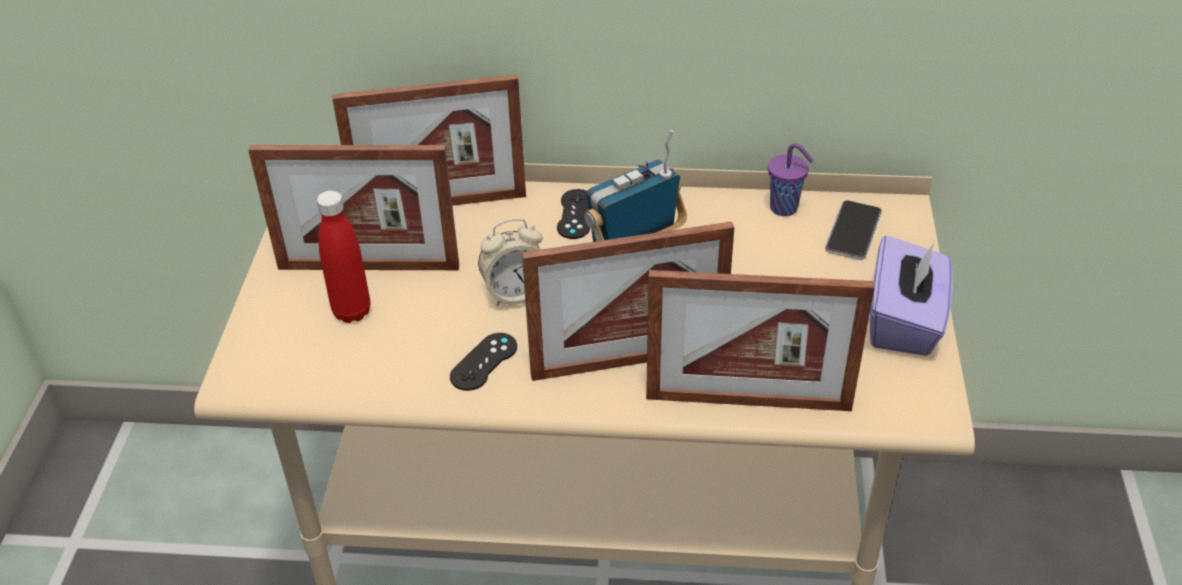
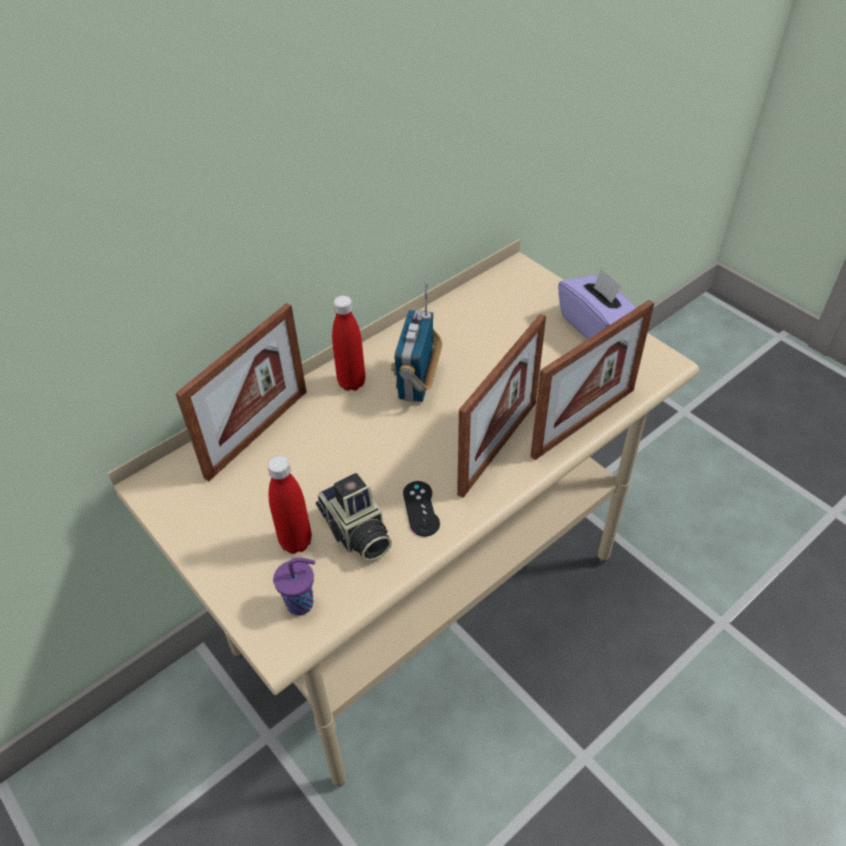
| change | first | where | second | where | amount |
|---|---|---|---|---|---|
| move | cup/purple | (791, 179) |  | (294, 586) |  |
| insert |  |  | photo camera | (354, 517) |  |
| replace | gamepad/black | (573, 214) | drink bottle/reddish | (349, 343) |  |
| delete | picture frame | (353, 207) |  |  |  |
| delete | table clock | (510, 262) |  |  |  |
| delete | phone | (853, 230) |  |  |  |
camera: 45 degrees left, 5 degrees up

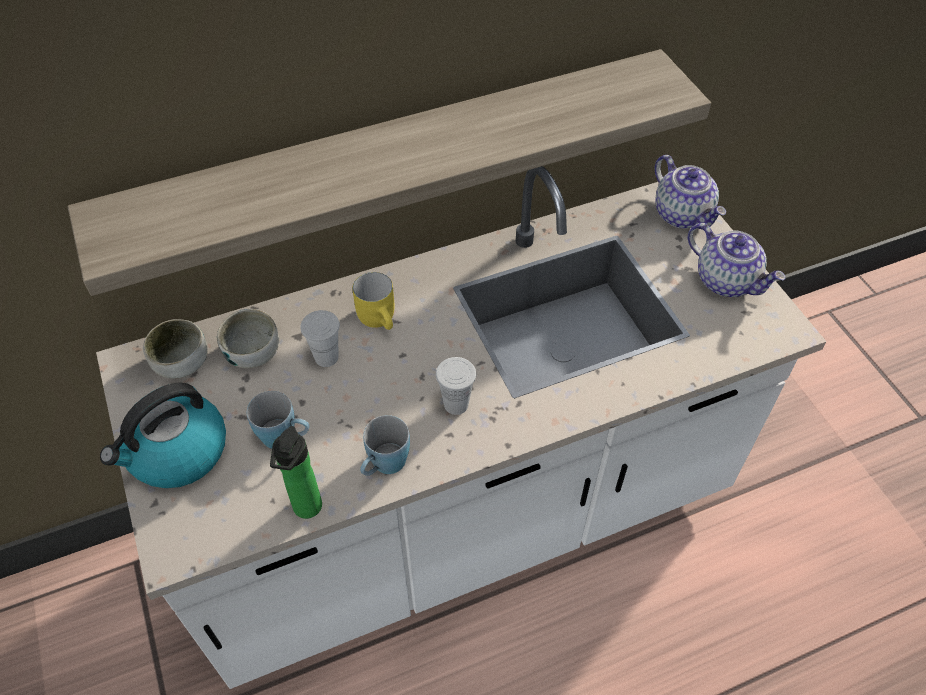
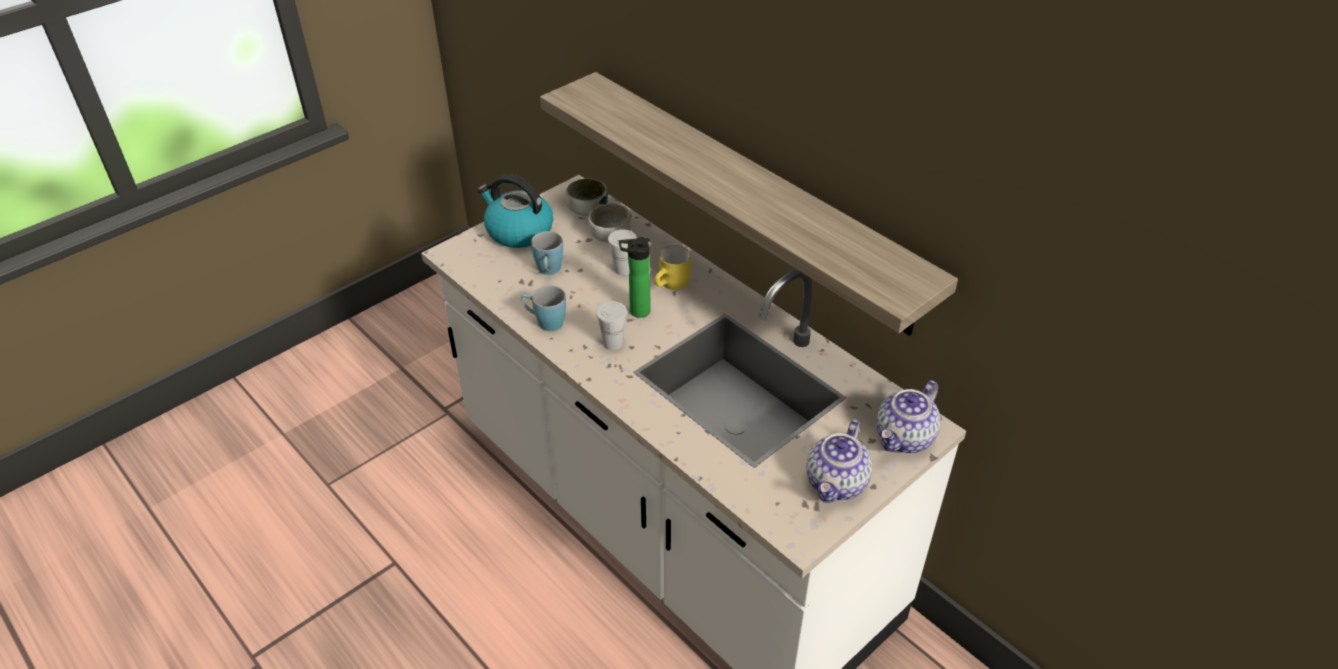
| change | first | where | second | where | amount |
|---|---|---|---|---|---|
| move | drink bottle | (296, 472) |  | (635, 277) |  |
camera: 70 degrees right, 10 degrees down

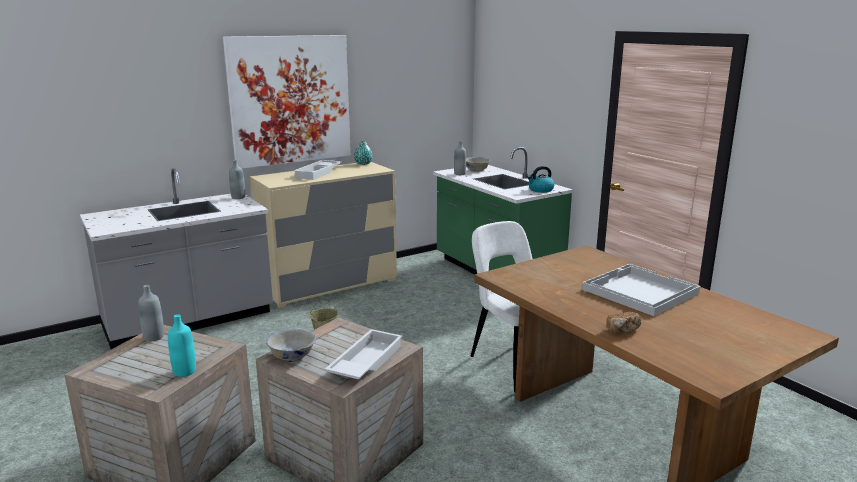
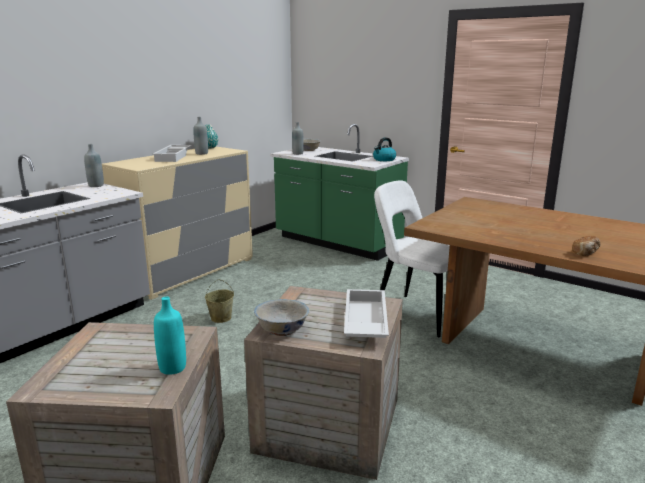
| change | first | where | second | where | amount |
|---|---|---|---|---|---|
| move | drink bottle/grey | (151, 313) |  | (200, 136) |  |
| delete | picture | (287, 102) |  |  |  |
| delete | tray/whitish | (641, 290) |  |  |  |
camera: 20 degrees left, 0 degrees up

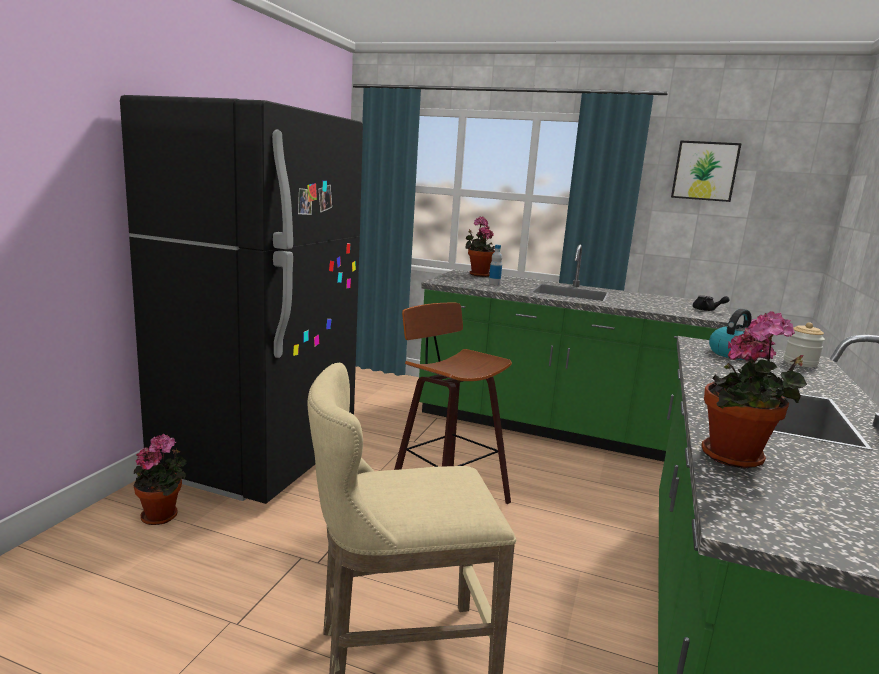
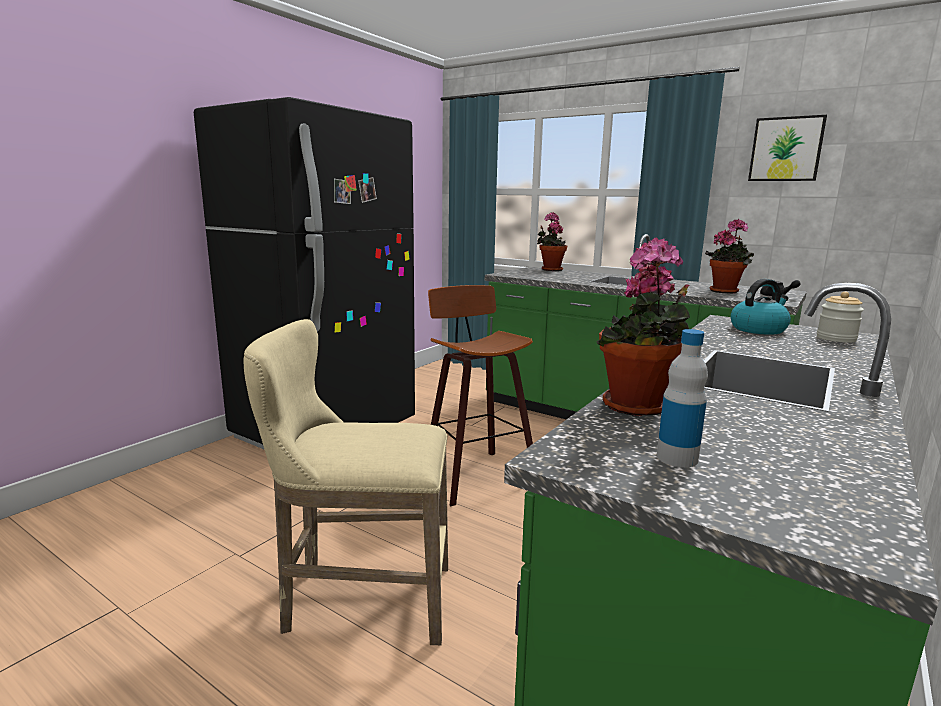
| change | first | where | second | where | amount |
|---|---|---|---|---|---|
| move | drink bottle | (495, 265) |  | (682, 398) |  |
| move | houseplant | (160, 479) |  | (729, 256) |  |
camera: 15 degrees right, 0 degrees up

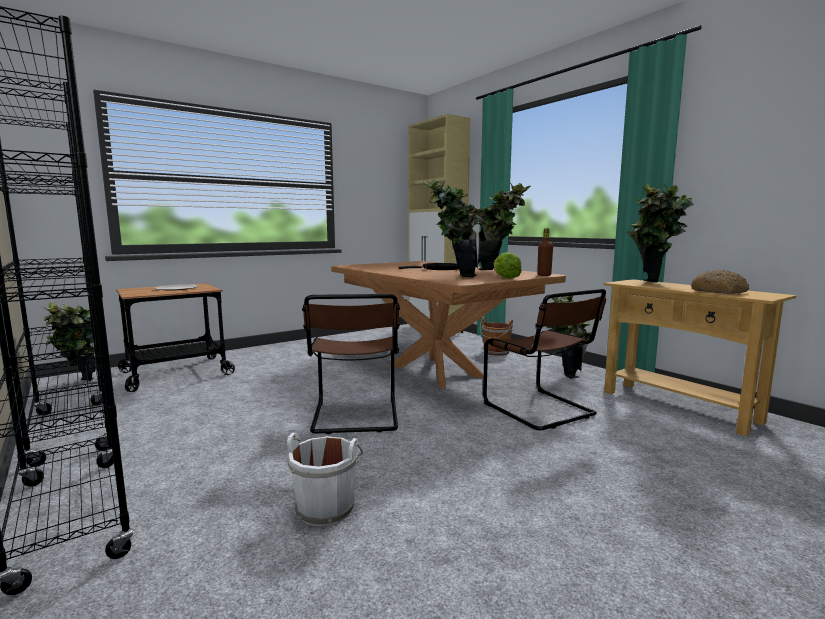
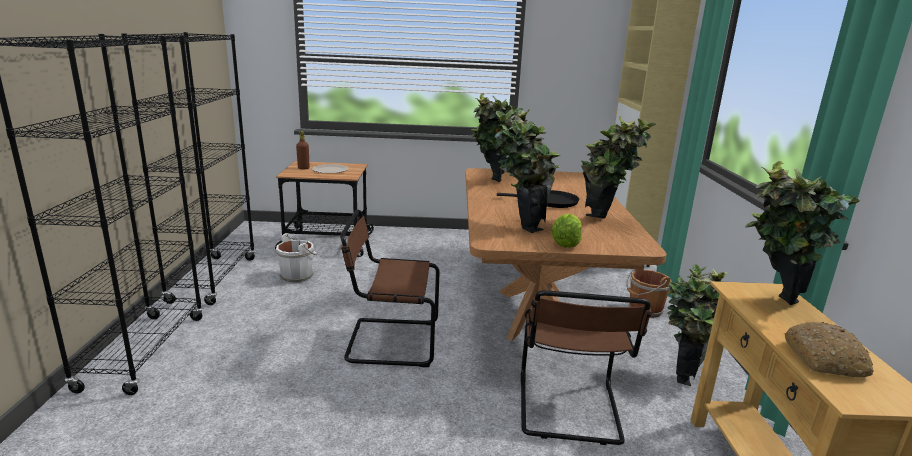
| change | first | where | second | where | amount |
|---|---|---|---|---|---|
| move | water bucket/whitish | (325, 480) |  | (296, 258) |  |
| move | drink bottle/brown | (545, 252) |  | (303, 150) |  |
| rotate | chair/brown | (351, 364) |  | (390, 288) | 60 degrees clockwise |
| move | houseplant | (68, 341) |  | (497, 137) |  |
camera: 35 degrees right, 10 degrees up

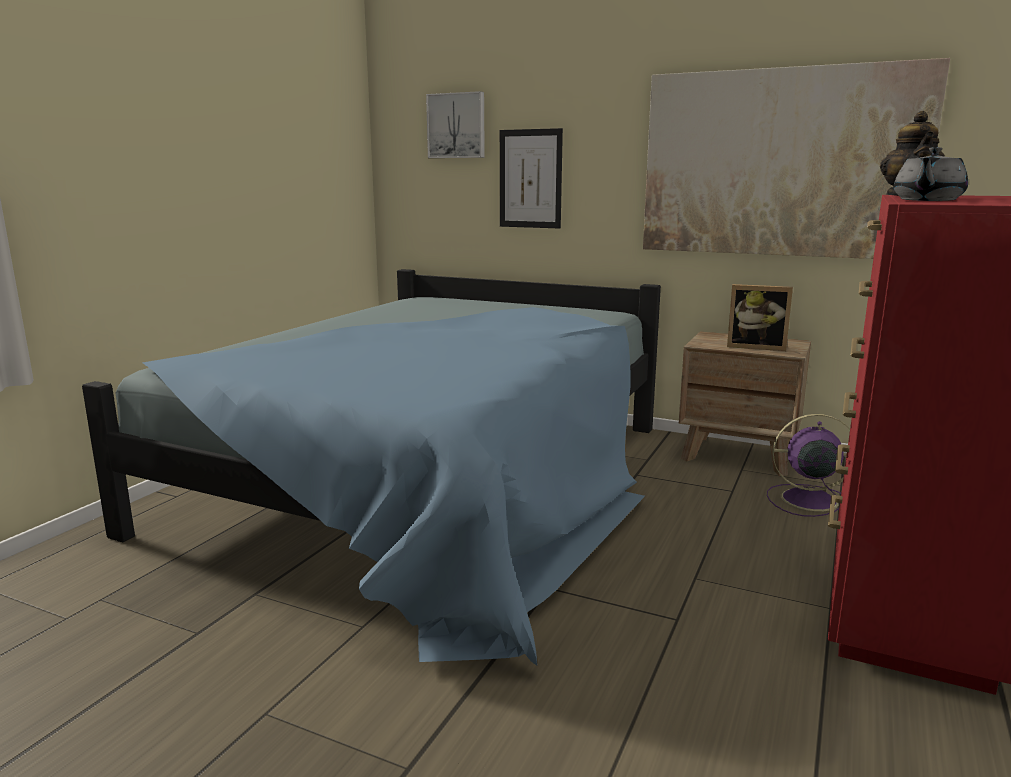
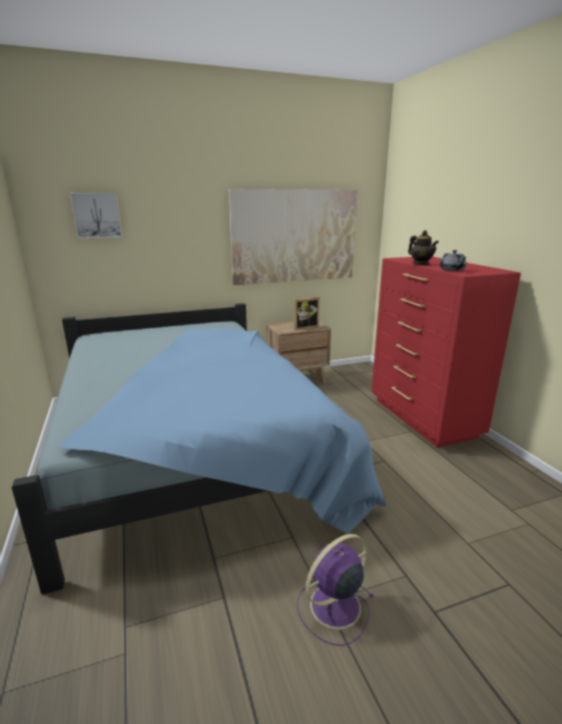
| change | first | where | second | where | amount |
|---|---|---|---|---|---|
| move | fan/purple | (808, 465) |  | (335, 590) |  |
| delete | picture | (531, 178) |  |  |  |
camera: 45 degrees left, 5 degrees up

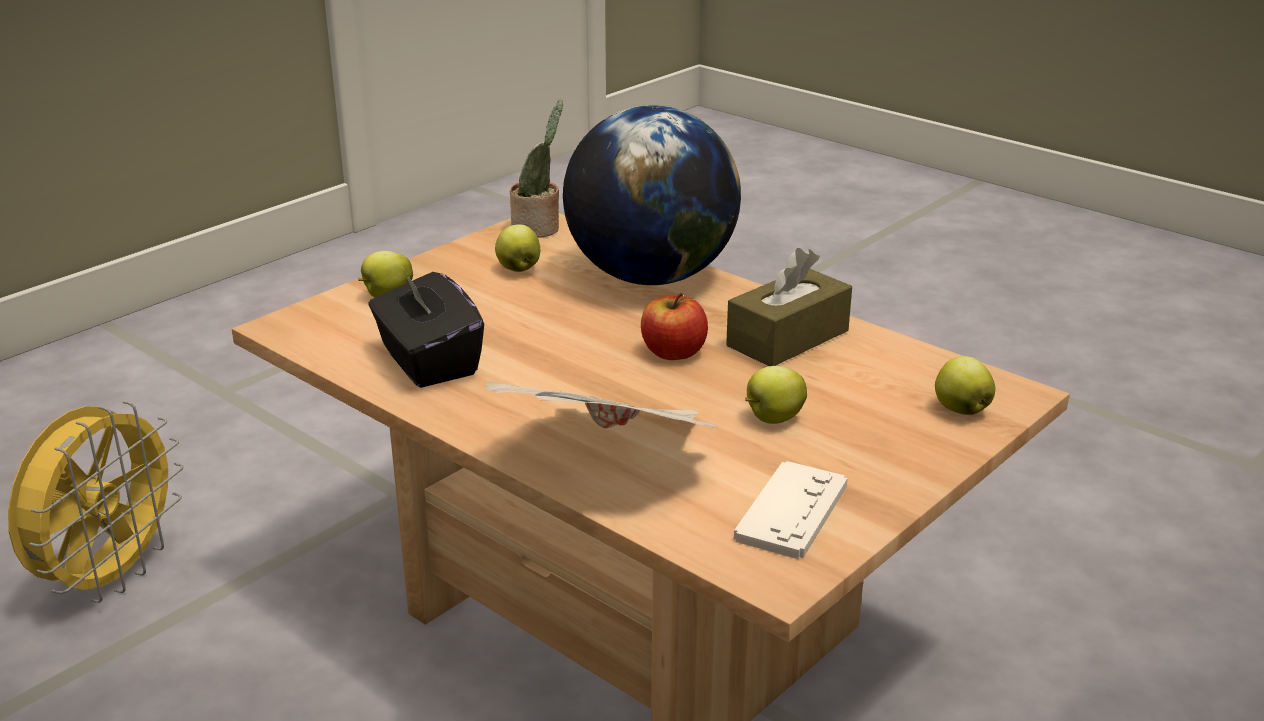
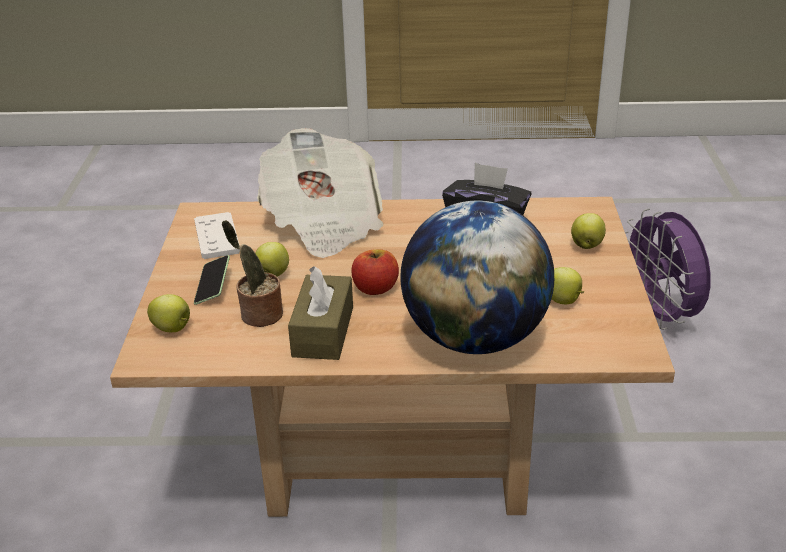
| change | first | where | second | where | amount |
|---|---|---|---|---|---|
| insert |  |  | phone | (212, 280) |  |
| move | houseplant | (536, 169) |  | (252, 273) |  |
| recolor | fan/yellow | (96, 502) | fan/purple | (668, 269) |  |
camera: 140 degrees right, 5 degrees up

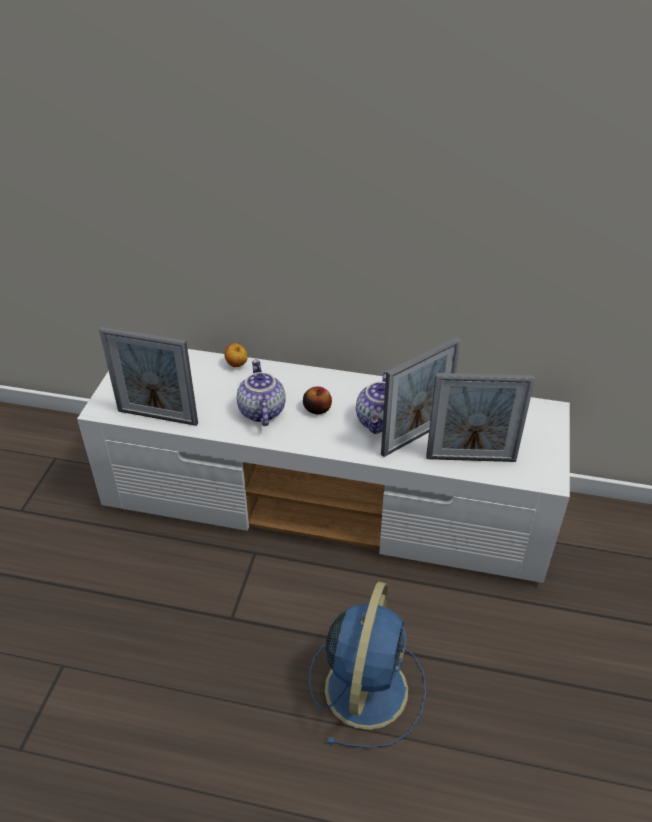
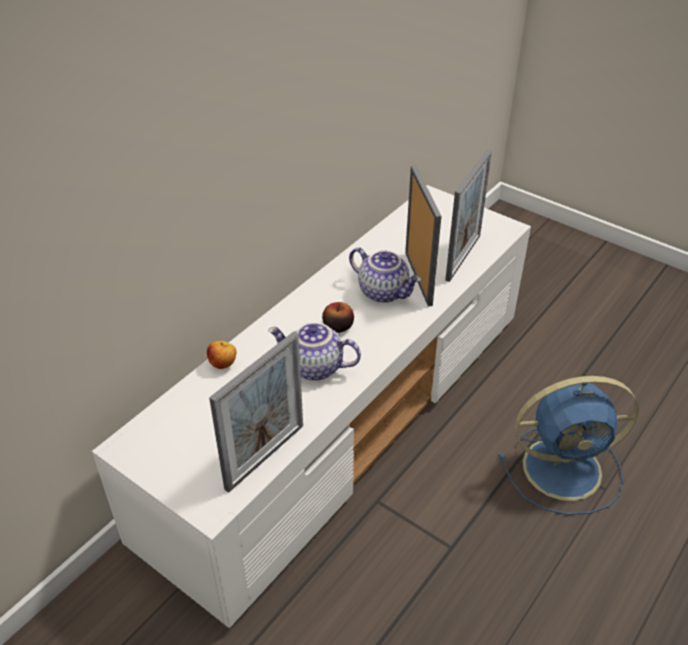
| change | first | where | second | where | amount |
|---|---|---|---|---|---|
| rotate | fan/bluish | (367, 665) |  | (568, 445) | 135 degrees clockwise |
camera: 65 degrees left, 0 degrees up

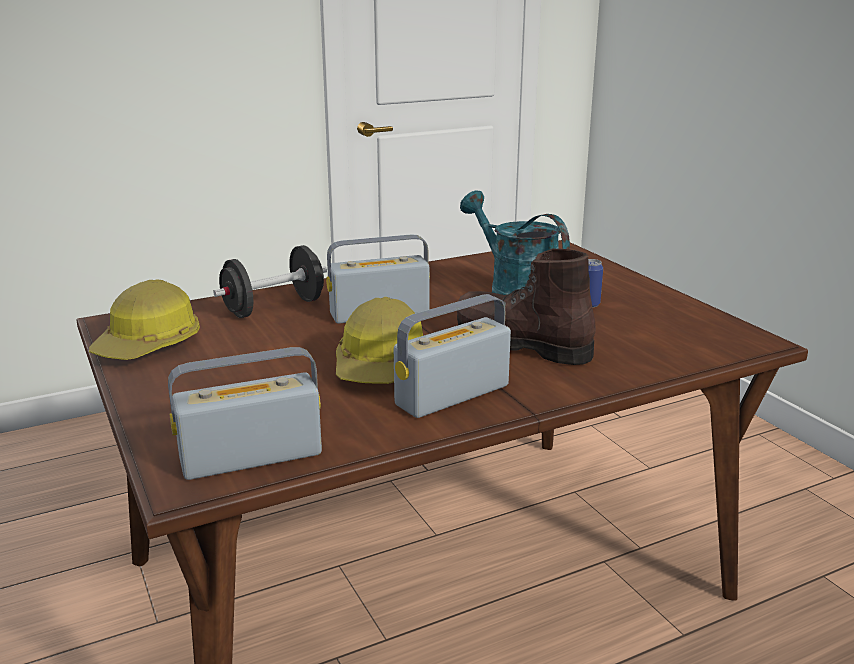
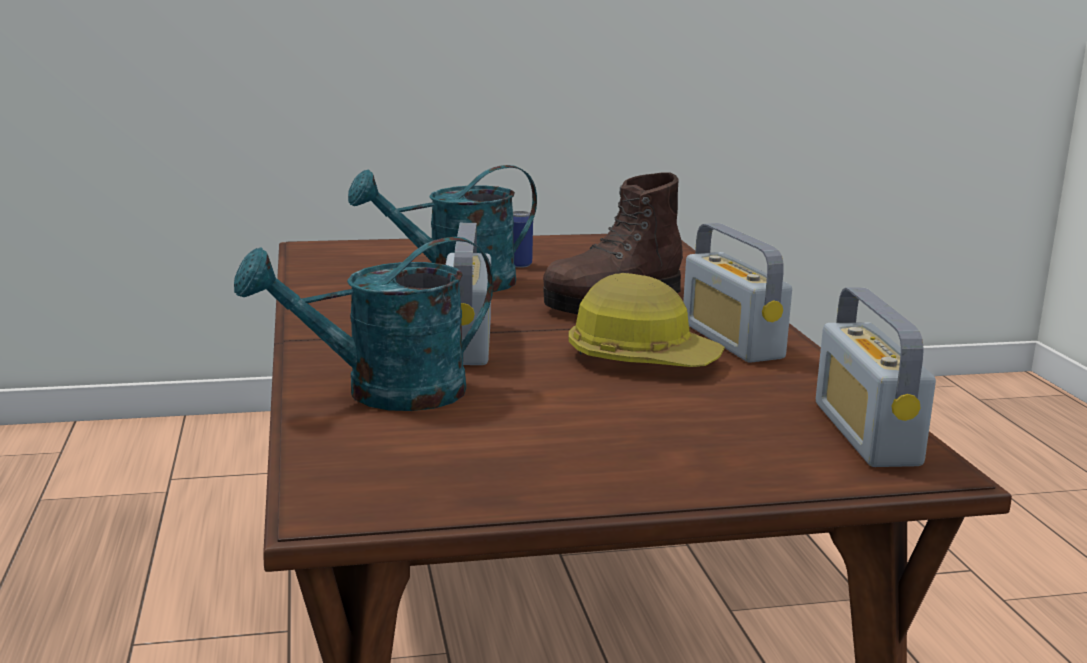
| change | first | where | second | where | amount |
|---|---|---|---|---|---|
| replace | free weight/black | (270, 281) | watering can/blue-green | (363, 324) |  |
| delete | safety helmet | (144, 319) |  |  |  |
camera: 75 degrees left, 5 degrees down

